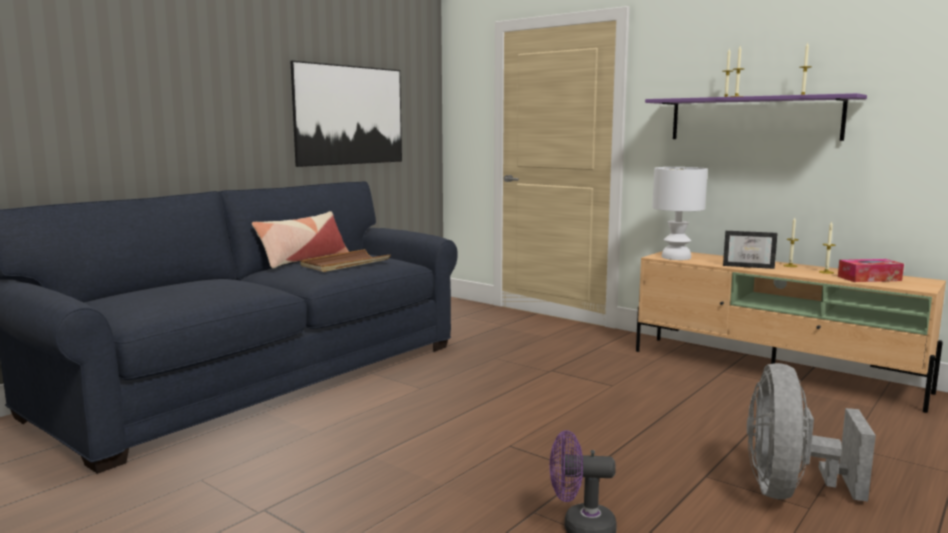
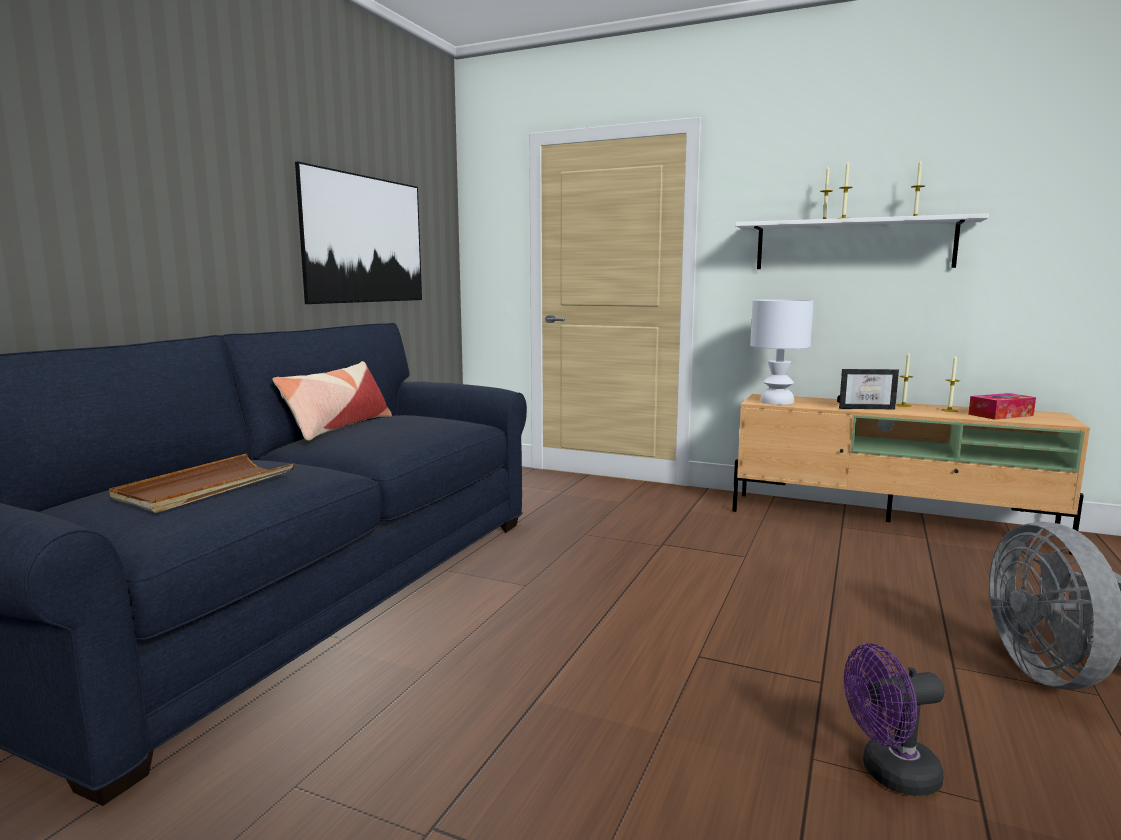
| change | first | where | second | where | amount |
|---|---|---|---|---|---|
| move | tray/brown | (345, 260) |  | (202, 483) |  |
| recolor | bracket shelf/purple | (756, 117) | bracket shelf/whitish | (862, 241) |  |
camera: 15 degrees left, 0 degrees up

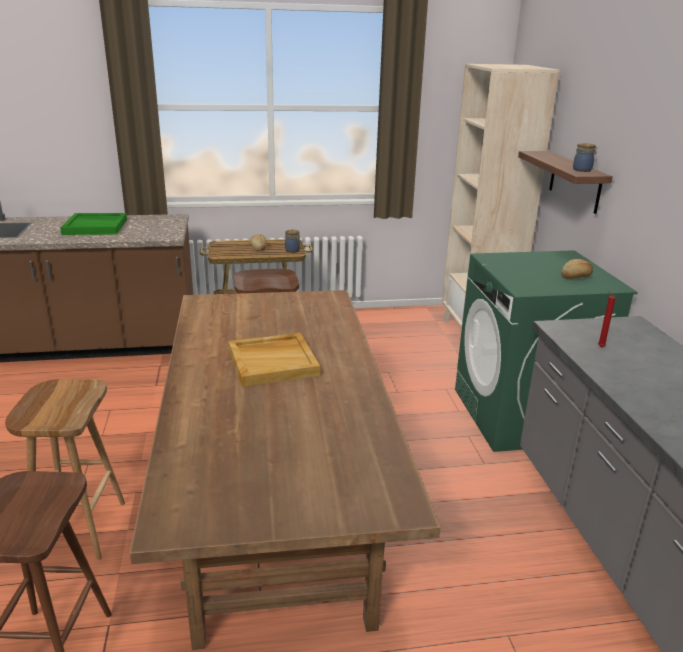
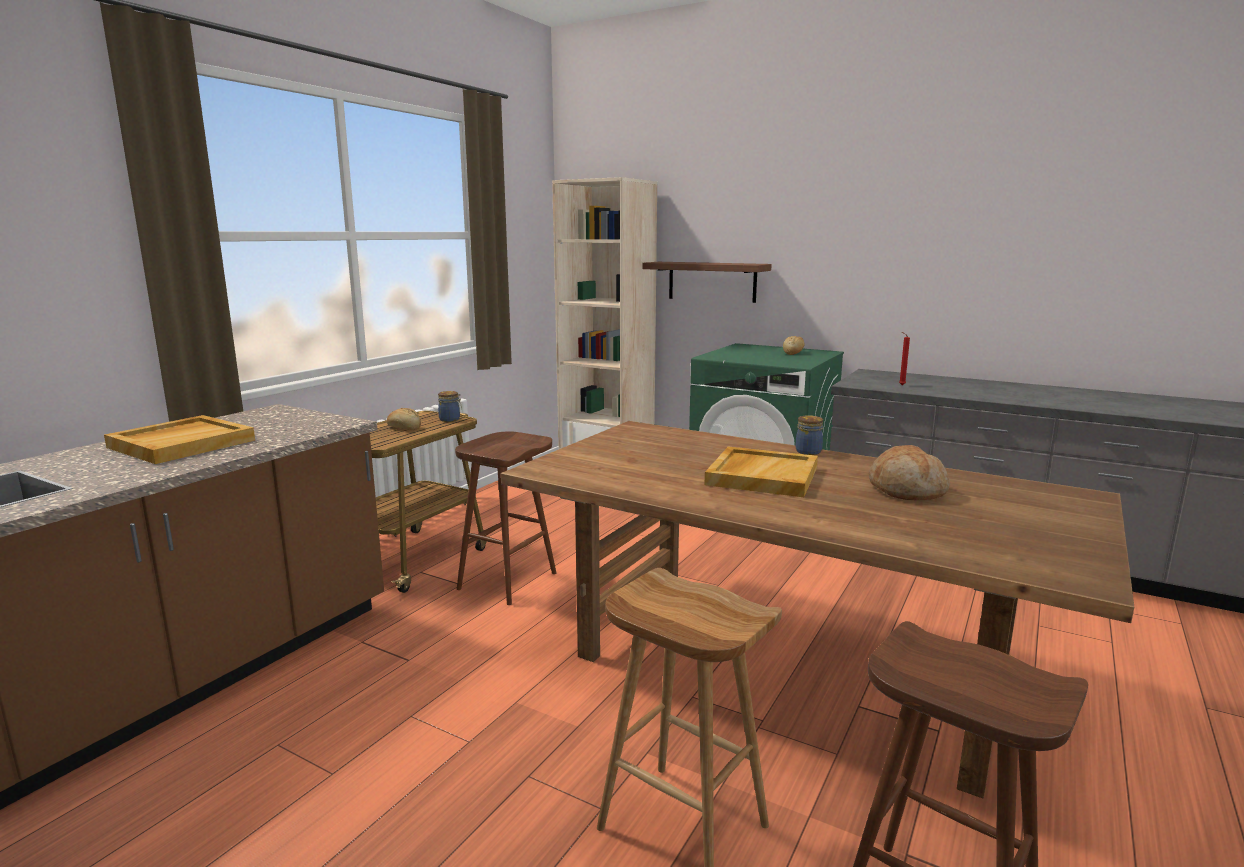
| change | first | where | second | where | amount |
|---|---|---|---|---|---|
| recolor | tray/green | (93, 224) | tray/beige-coloured | (179, 439) |  |
| move | preserve jar | (585, 157) |  | (809, 435) |  |
| insert |  |  | bakery bread | (909, 472) |  |
camera: 50 degrees left, 10 degrees down

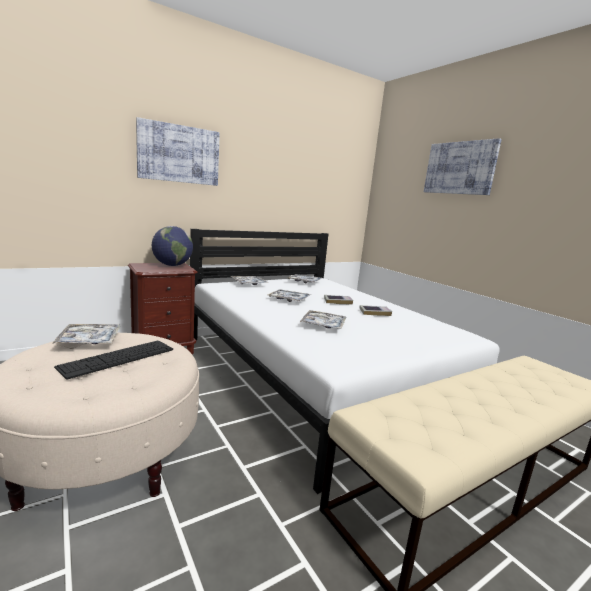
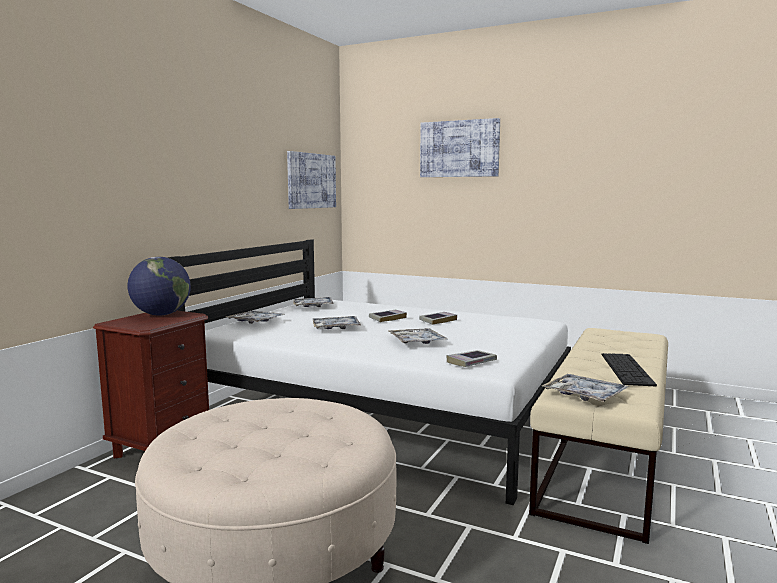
| change | first | where | second | where | amount |
|---|---|---|---|---|---|
| move | picture | (178, 151) |  | (311, 180) |  |
| insert |  |  | volume | (471, 358) |  |
| move | tray | (86, 334) |  | (585, 388) |  |
| move | keyboard | (113, 360) |  | (629, 369) |  |
camera: 30 degrees left, 5 degrees down

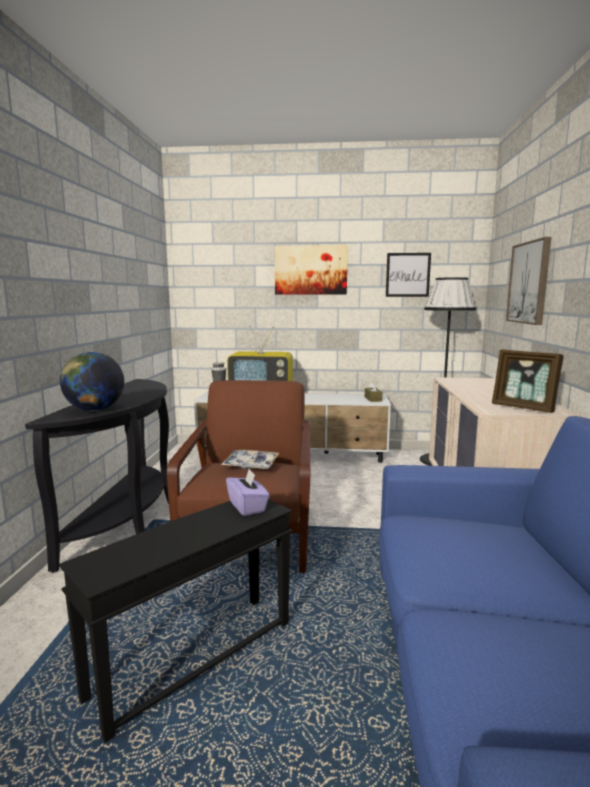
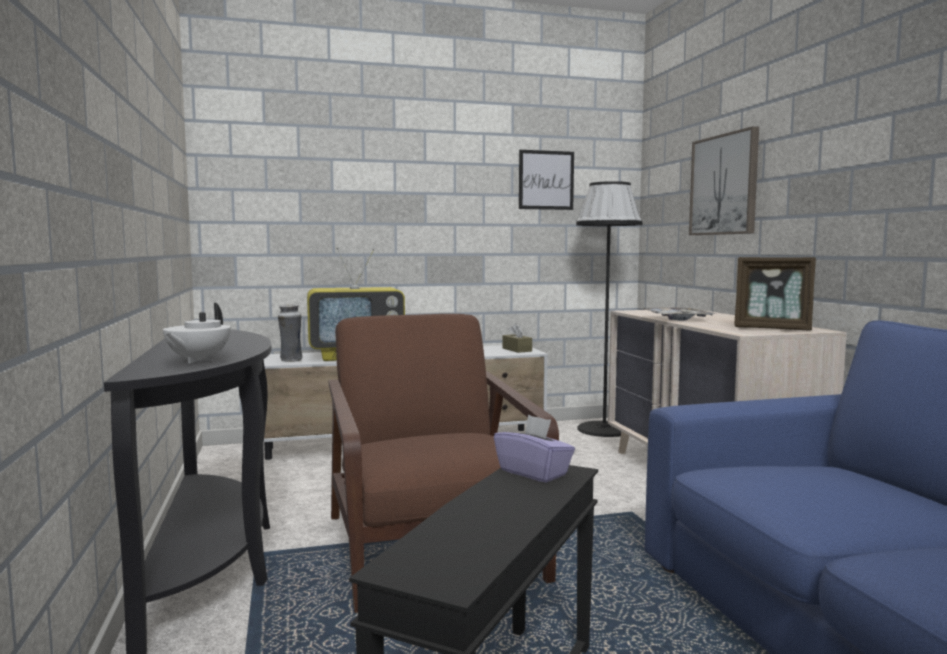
| change | first | where | second | where | amount |
|---|---|---|---|---|---|
| replace | globe | (92, 381) | tea pot/whitish | (197, 333) |  |
| move | tray | (250, 459) |  | (680, 314) |  |
| delete | picture | (311, 270) |  |  |  |
camera: 20 degrees left, 5 degrees down

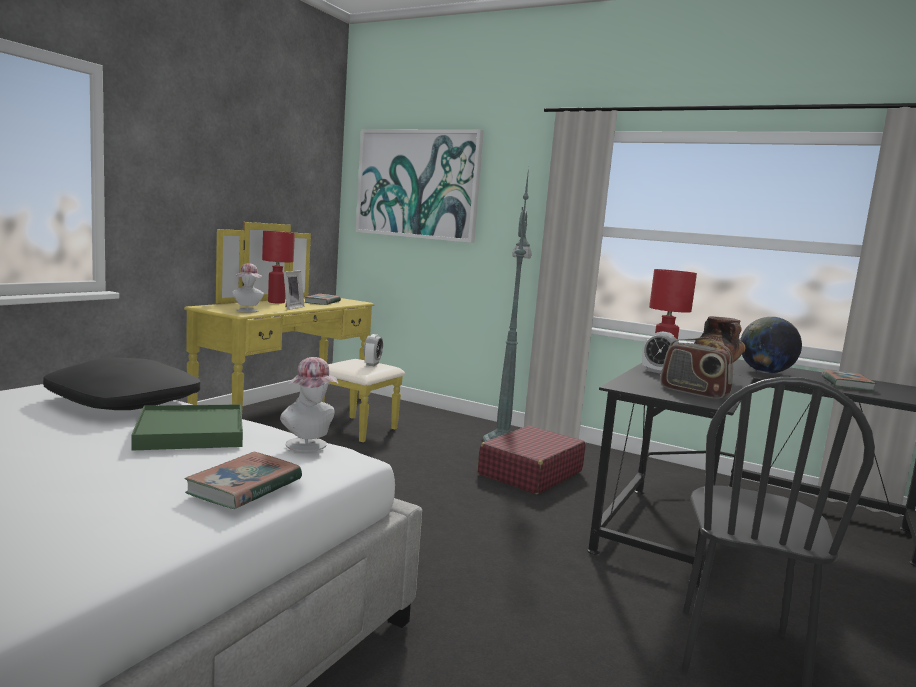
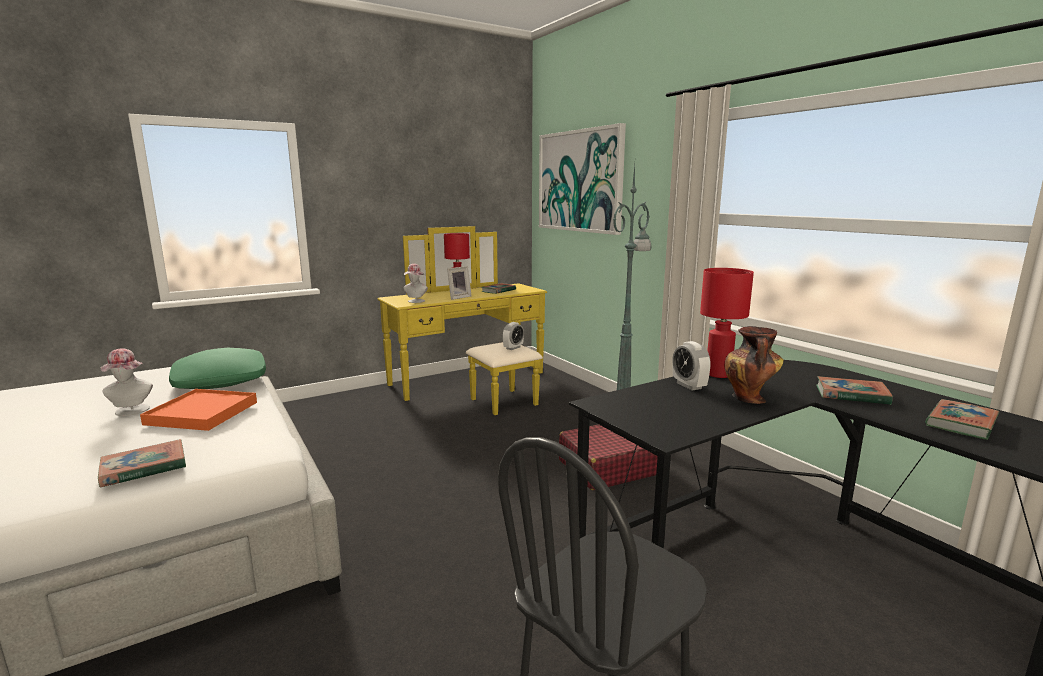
| change | first | where | second | where | amount |
|---|---|---|---|---|---|
| move | hat | (309, 404) |  | (127, 382) |  |
| recolor | tray/green | (187, 427) | tray/orangey | (198, 410) |  |
| recolor | throw pillow/black | (121, 383) | throw pillow/green | (217, 368) |  |
| replace | globe | (771, 345) | volume | (854, 390) |  |
| delete | radio | (696, 368) |  |  |  |
camera: 30 degrees right, 5 degrees up

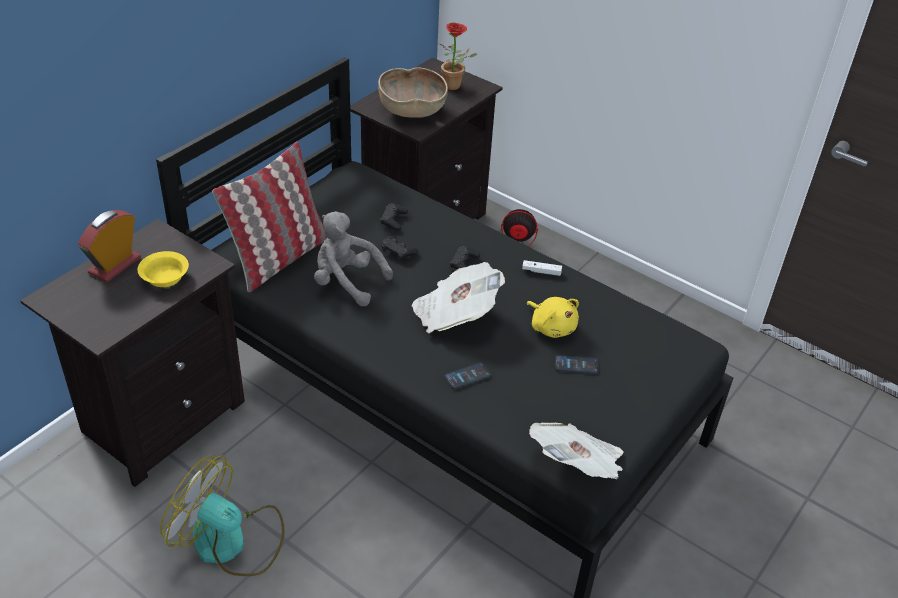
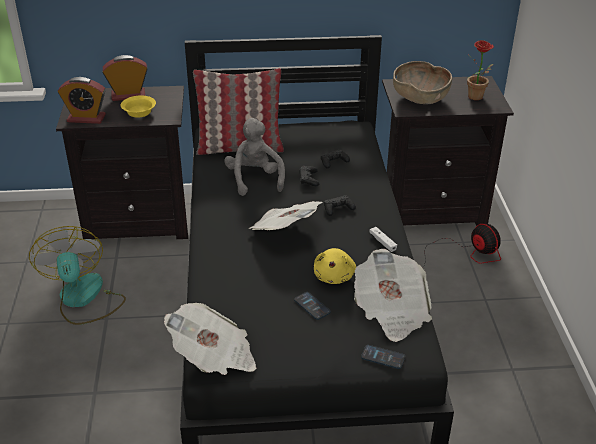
| change | first | where | second | where | amount |
|---|---|---|---|---|---|
| insert |  |  | table clock | (82, 100) |  |
| insert |  |  | newspaper | (393, 295) |  |
| move | phone | (467, 375) |  | (383, 357) |  |
camera: 50 degrees right, 5 degrees down

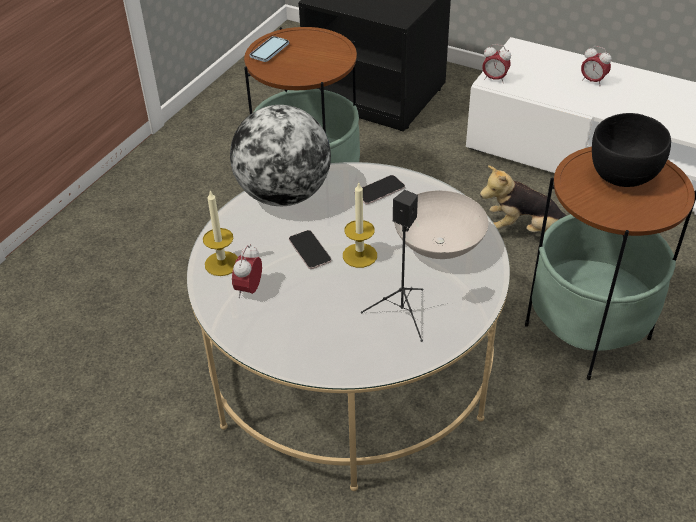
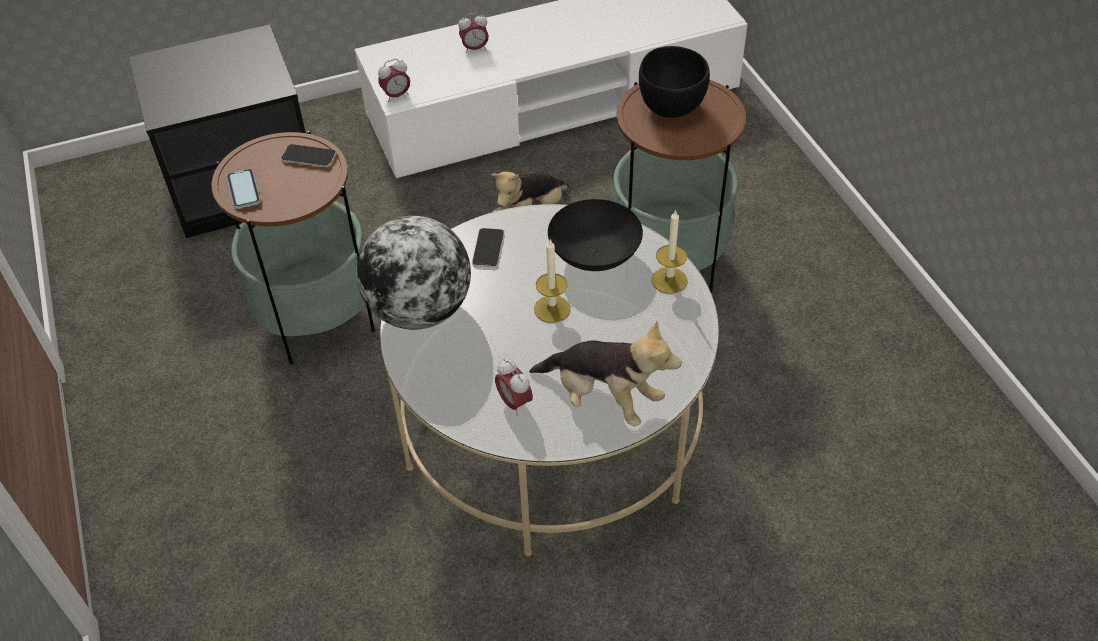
| change | first | where | second | where | amount |
|---|---|---|---|---|---|
| move | phone | (310, 249) |  | (308, 155) |  |
| insert |  |  | soft toy | (605, 373) |  |
| recolor | serving bowl/whitish | (441, 224) | serving bowl/black | (595, 235) |  |
| move | wax light | (220, 233) |  | (669, 251) |  |
| delete | loudspeaker/black | (392, 266) |  |  |  |
camera: 50 degrees left, 5 degrees up

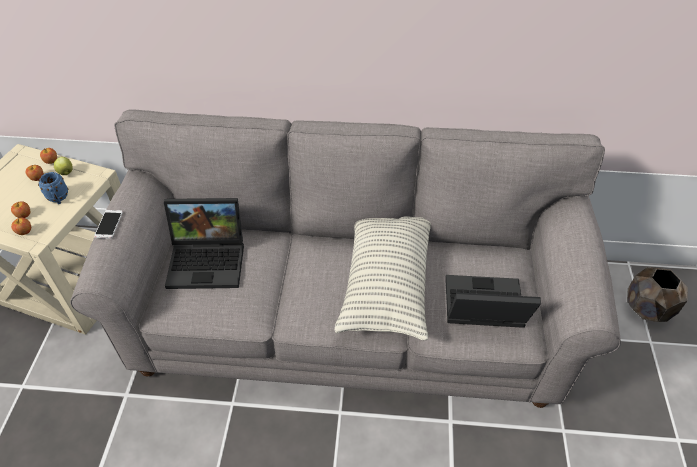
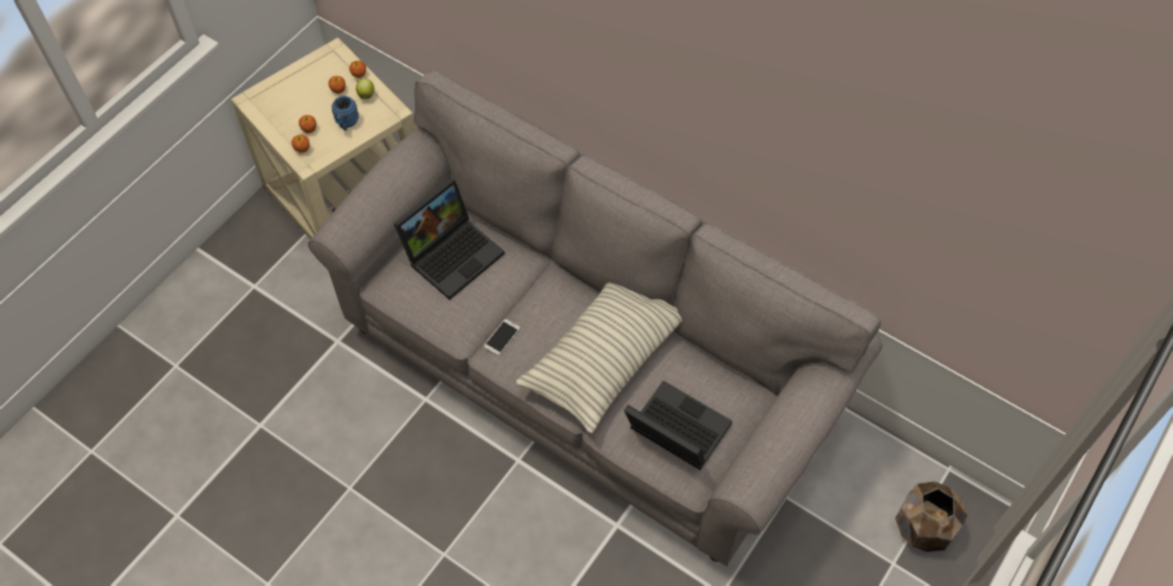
| change | first | where | second | where | amount |
|---|---|---|---|---|---|
| rotate | portable computer | (204, 243) |  | (449, 239) | 75 degrees counterclockwise |
| move | phone | (108, 224) |  | (502, 337) |  |
camera: 30 degrees right, 10 degrees up

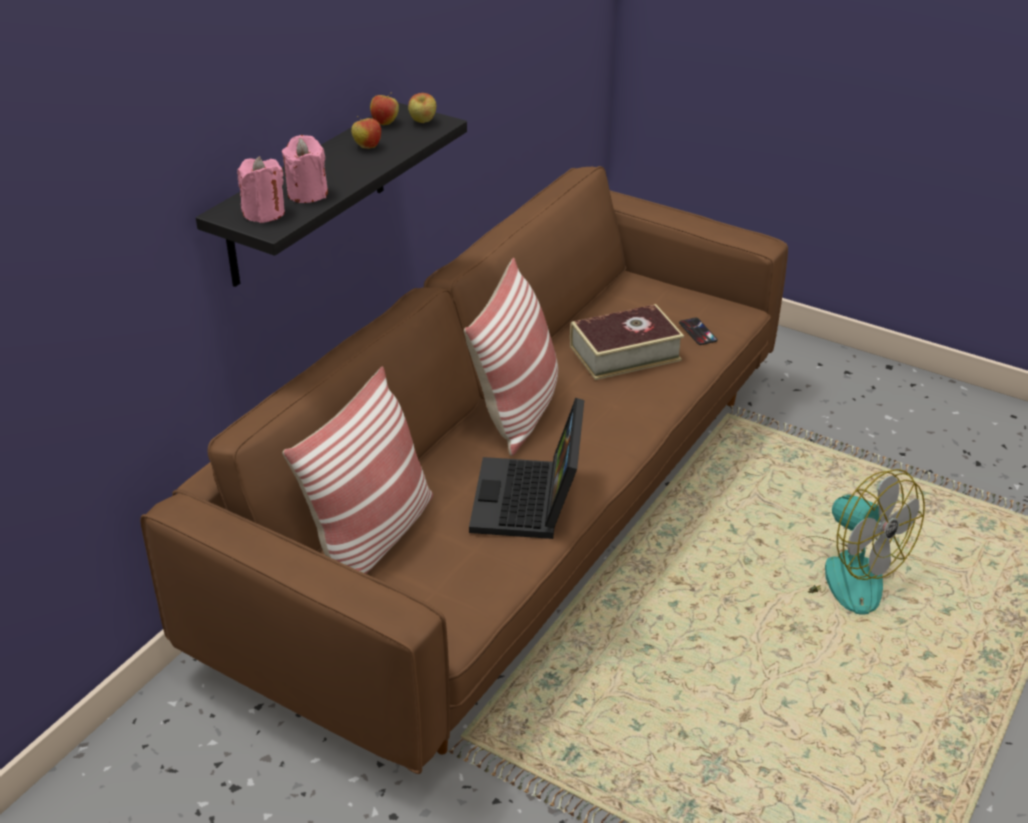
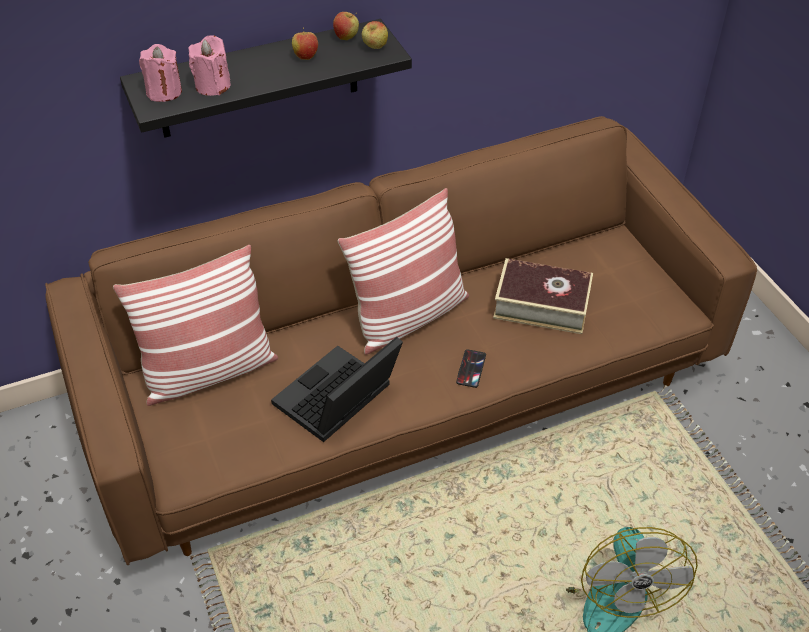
| change | first | where | second | where | amount |
|---|---|---|---|---|---|
| move | phone | (698, 331) |  | (471, 368) |  |
camera: 35 degrees right, 10 degrees up

